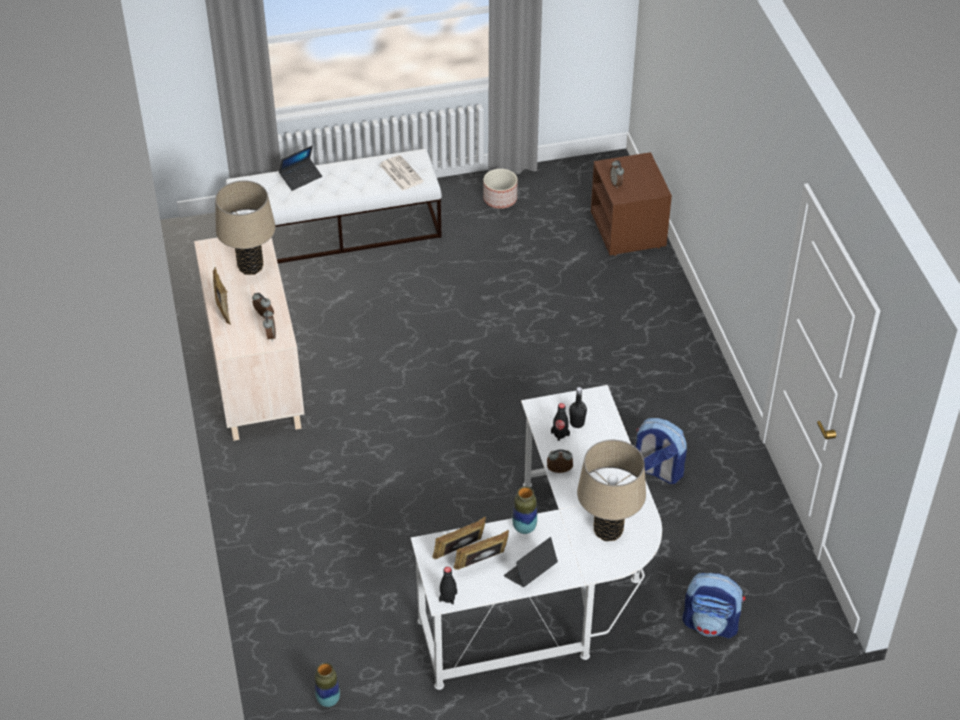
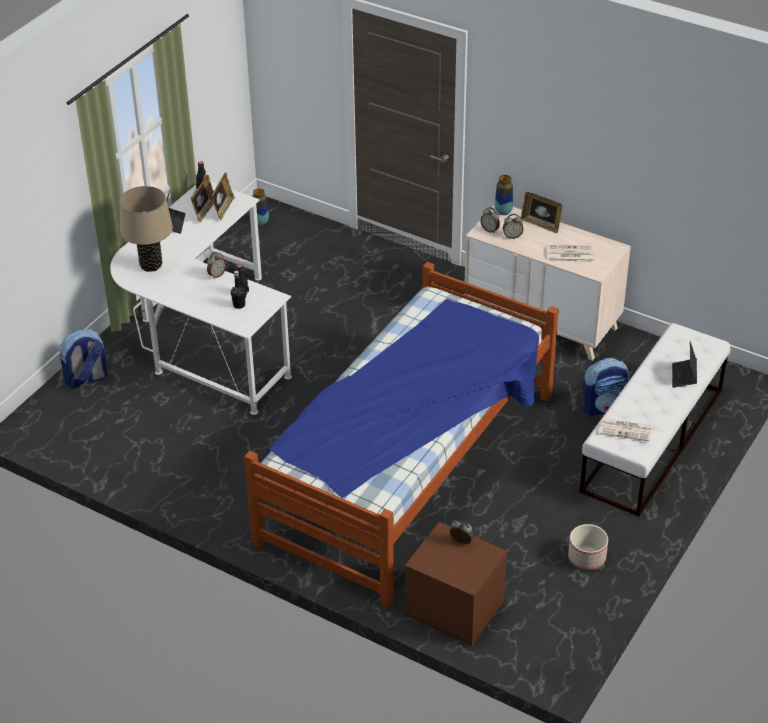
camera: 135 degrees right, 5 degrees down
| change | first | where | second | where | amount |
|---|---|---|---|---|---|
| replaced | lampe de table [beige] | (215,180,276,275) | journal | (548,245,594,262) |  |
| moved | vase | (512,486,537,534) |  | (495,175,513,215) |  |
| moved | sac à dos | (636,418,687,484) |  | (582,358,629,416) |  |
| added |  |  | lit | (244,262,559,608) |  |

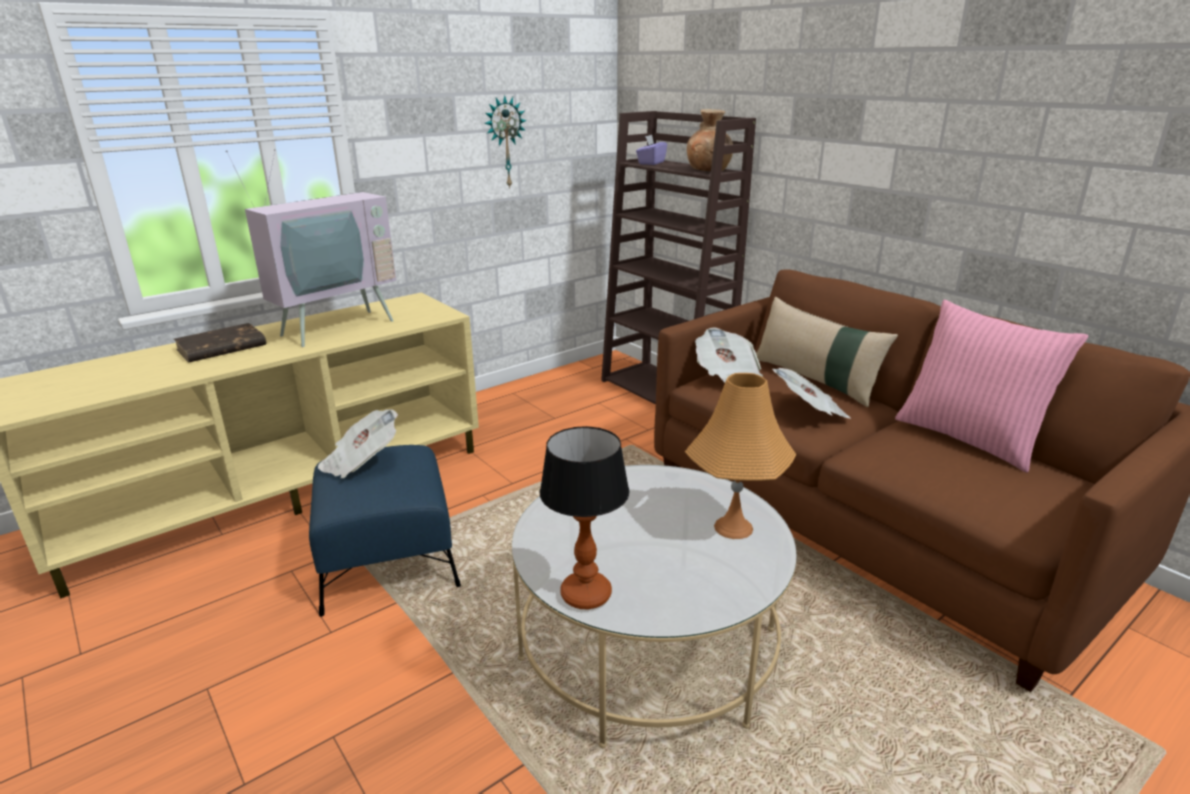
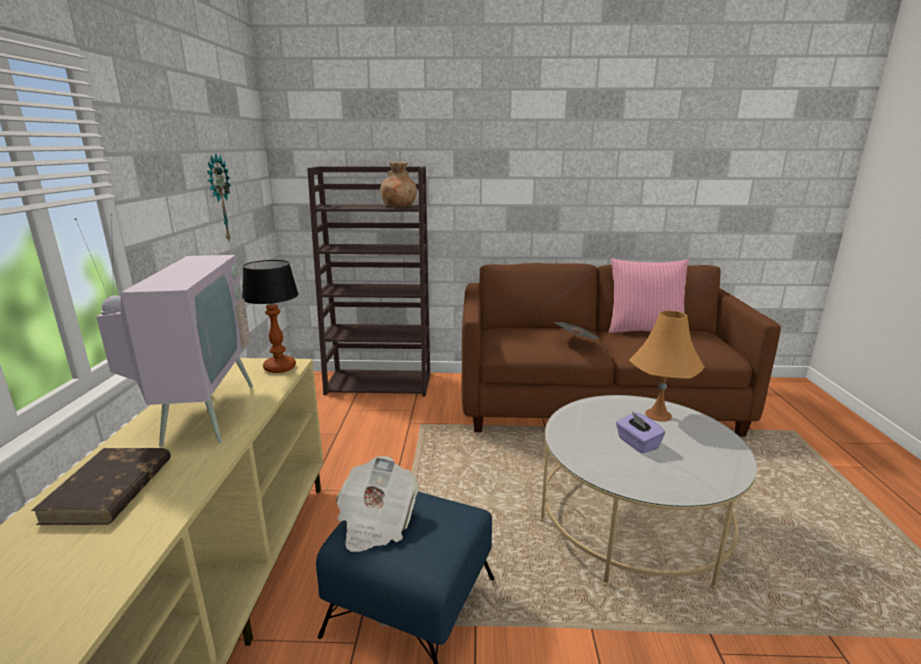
camera: 50 degrees left, 5 degrees down
| change | first | where | second | where | amount |
|---|---|---|---|---|---|
| moved | lampe de table | (540,426,629,609) |  | (242,260,299,373) |  |
| moved | boîte à mouchoirs [violet] | (636,135,667,165) |  | (616,412,665,453) |  |
| removed | journal | (695,328,763,383) |  |  |  |
| removed | coussin [beige] | (756,297,898,407) |  |  |  |

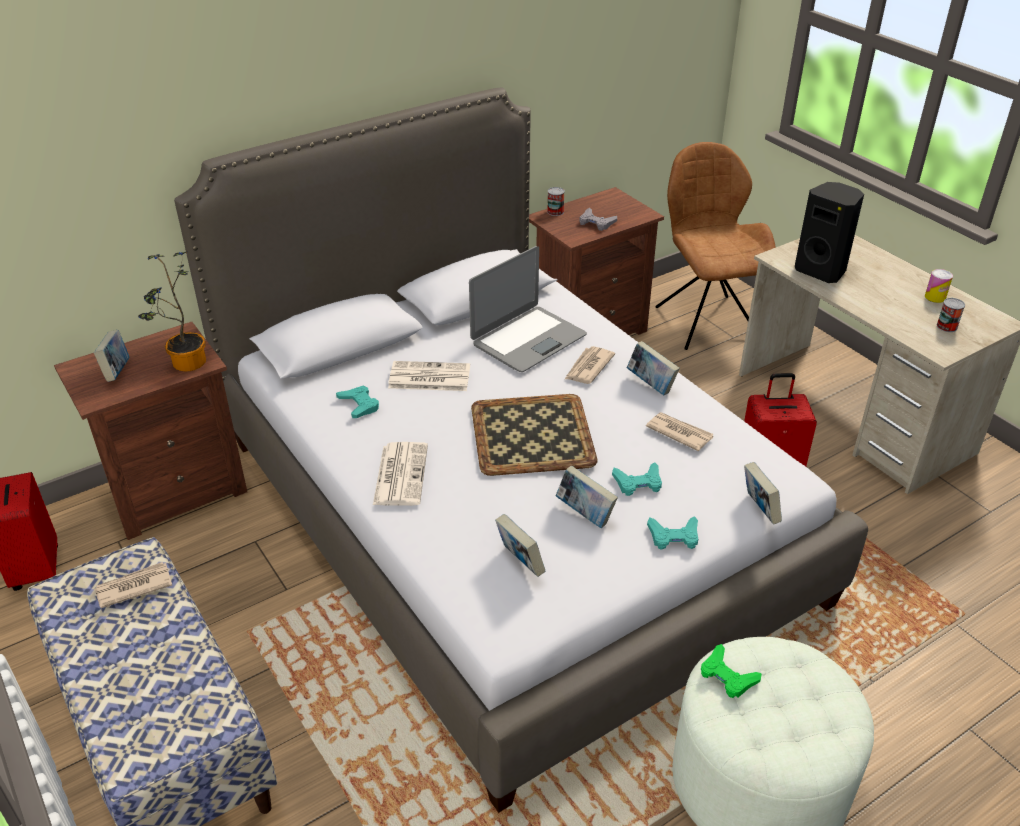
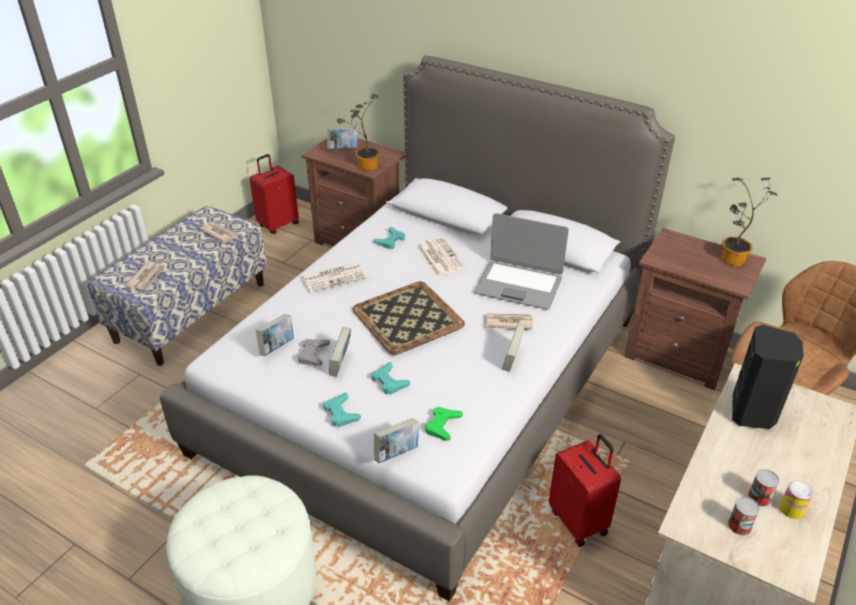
camera: 65 degrees right, 0 degrees up
| change | first | where | second | where | amount |
|---|---|---|---|---|---|
| moved | boîte métallique | (547,187,565,216) |  | (748,469,779,507) |  |
| moved | manette [gris] | (579,208,617,231) |  | (297,339,330,366) |  |
| moved | journal | (646,412,713,451) |  | (125,261,165,290) |  |
| moved | manette [vert] | (701,644,762,698) |  | (425,407,463,441) |  |
| added |  |  | plante en pot | (721,177,778,266) |  |

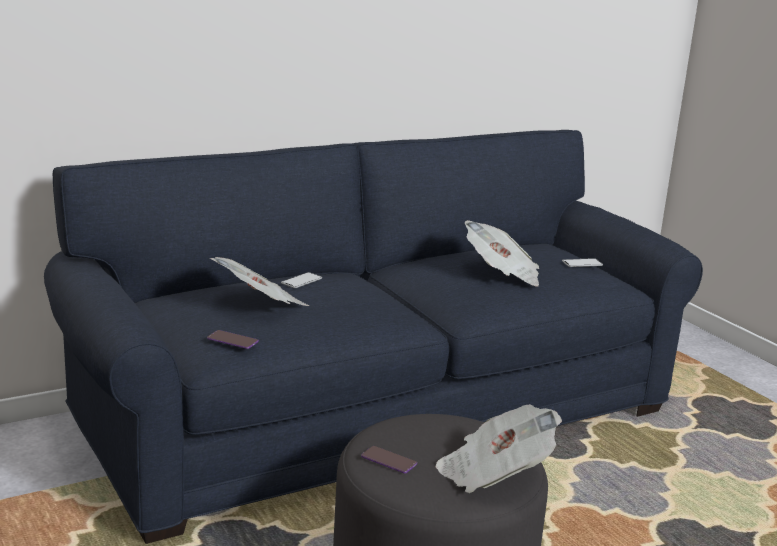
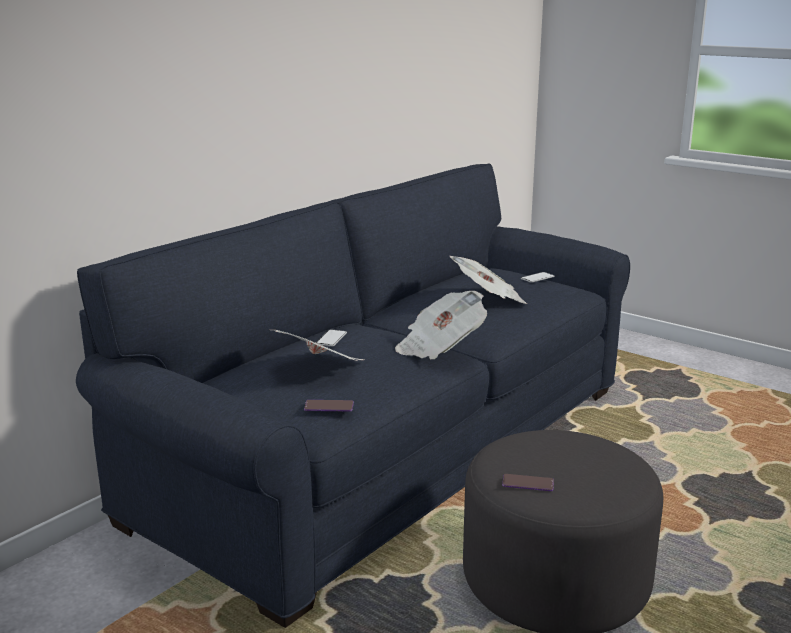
camera: 20 degrees left, 0 degrees up
| change | first | where | second | where | amount |
|---|---|---|---|---|---|
| moved | journal | (436,404,562,493) |  | (395,291,487,360) |  |

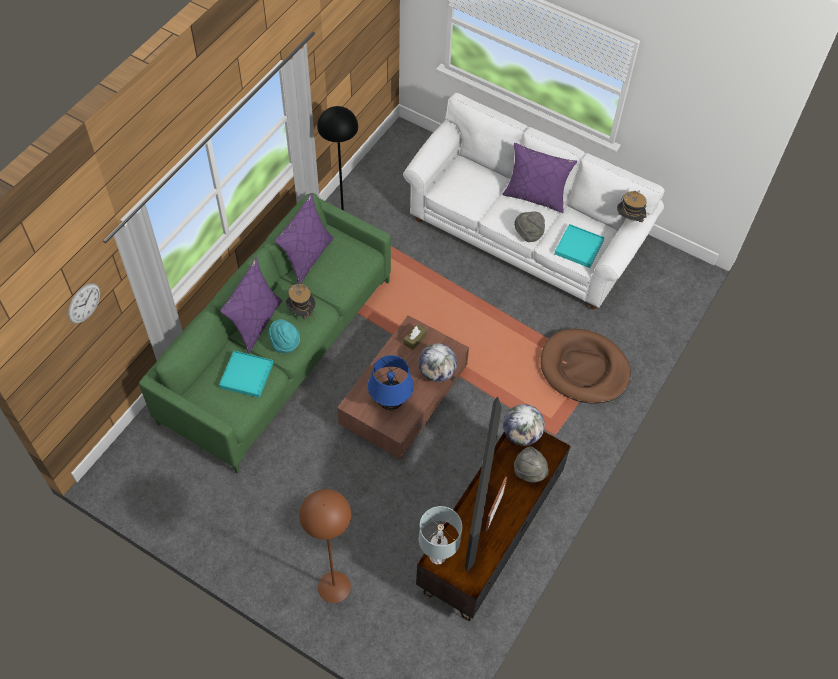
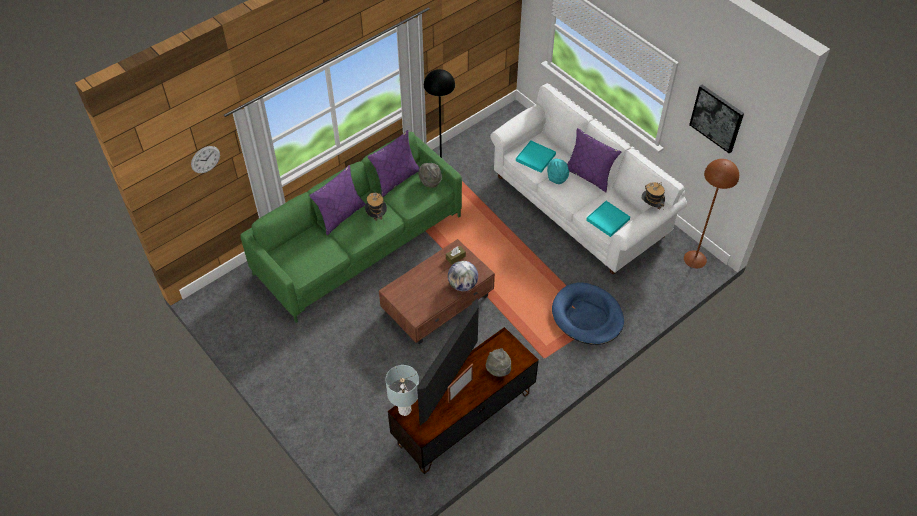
camera: 20 degrees right, 5 degrees down
| change | first | where | second | where | amount |
|---|---|---|---|---|---|
| moved | plateau [turquoise] | (219,351,273,398) |  | (516,141,556,173) |  |
| moved | chapeau [turquoise] | (268,319,300,353) |  | (547,159,569,184) |  |
| moved | lampadaire [marron] | (299,489,351,603) |  | (684,159,739,268) |  |
| removed | lampe de table [bleu] | (368,355,414,410) |  |  |  |
| removed | globe | (503,404,545,446) |  |  |  |
| moved | chapeau [gris] | (514,211,545,242) |  | (418,163,442,188) |  |
| recoloured | panier pour chien [marron] | (540,329,631,404) | panier pour chien [bleu] | (552,282,624,345) |  |
| added |  |  | tableau | (689,85,744,154) |  |

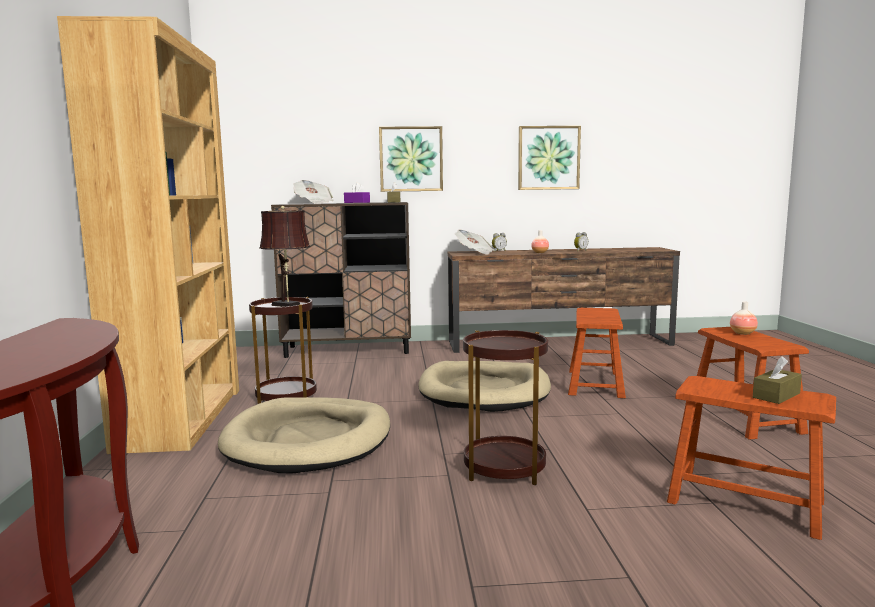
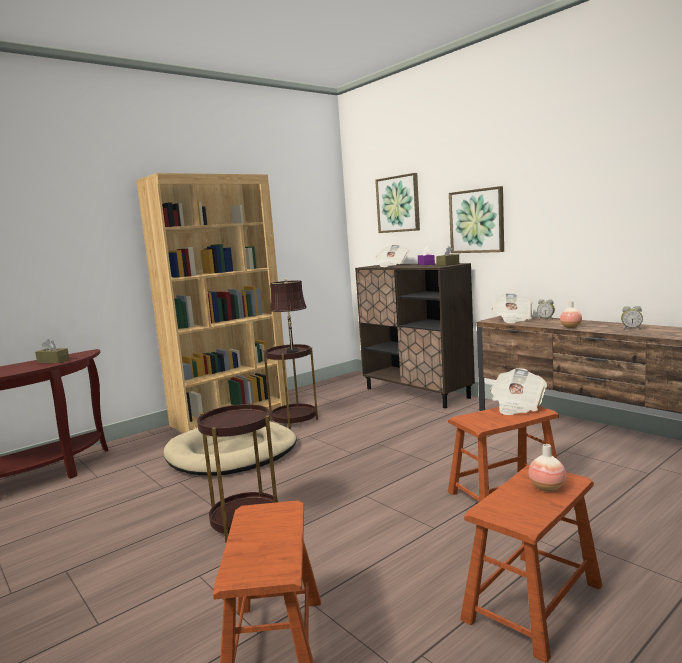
camera: 55 degrees right, 0 degrees up
| change | first | where | second | where | amount |
|---|---|---|---|---|---|
| removed | panier pour chien [beige] | (418,361,551,412) |  |  |  |
| moved | tableau | (518,126,581,190) |  | (375,173,420,233) |  |
| moved | boîte à mouchoirs [marron] | (753,356,802,404) |  | (35,339,69,363) |  |
| added |  |  | journal | (490,368,547,415) |  |

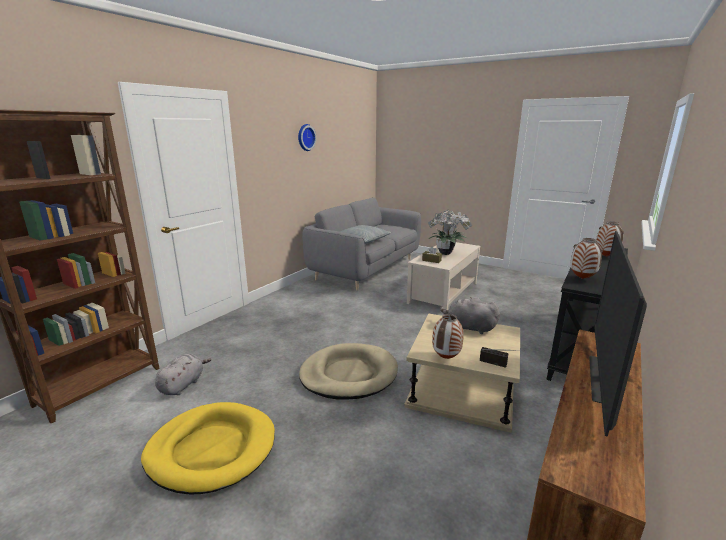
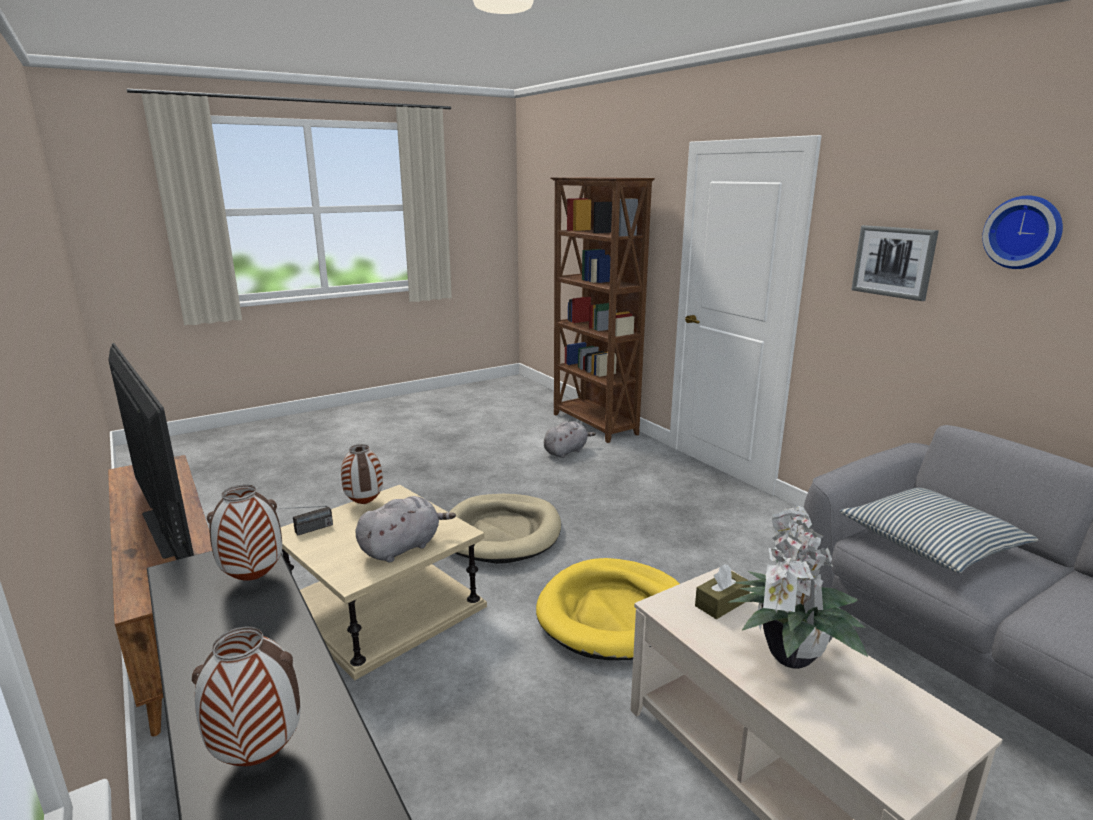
camera: 115 degrees right, 0 degrees up
| change | first | where | second | where | amount |
|---|---|---|---|---|---|
| moved | panier pour chien [jaune] | (141,402,275,494) |  | (536,558,680,660) |  |
| turned | peluche [gris] | (155,354,211,395) |  | (544,421,596,458) | 90 degrees counterclockwise |
| added |  |  | tableau | (851,225,939,301) |  |

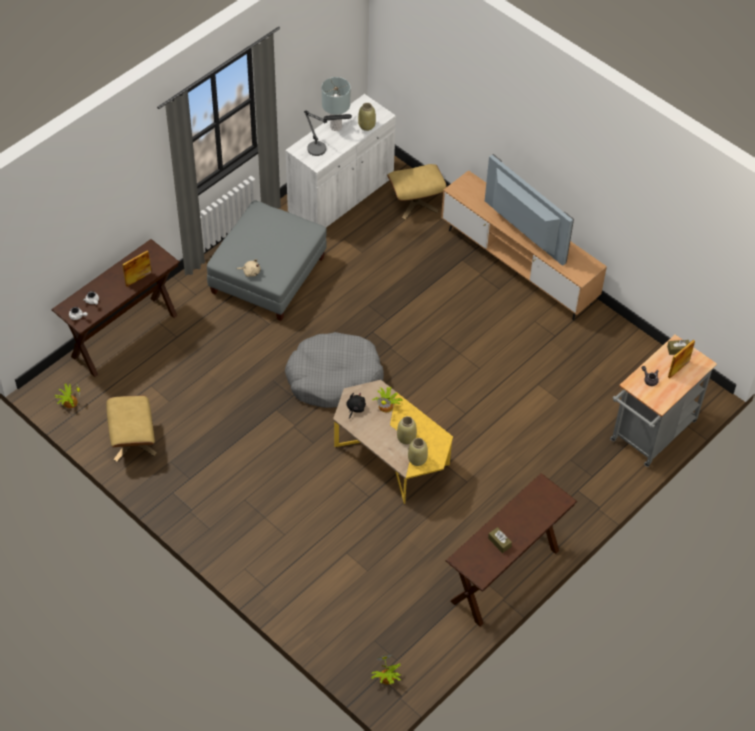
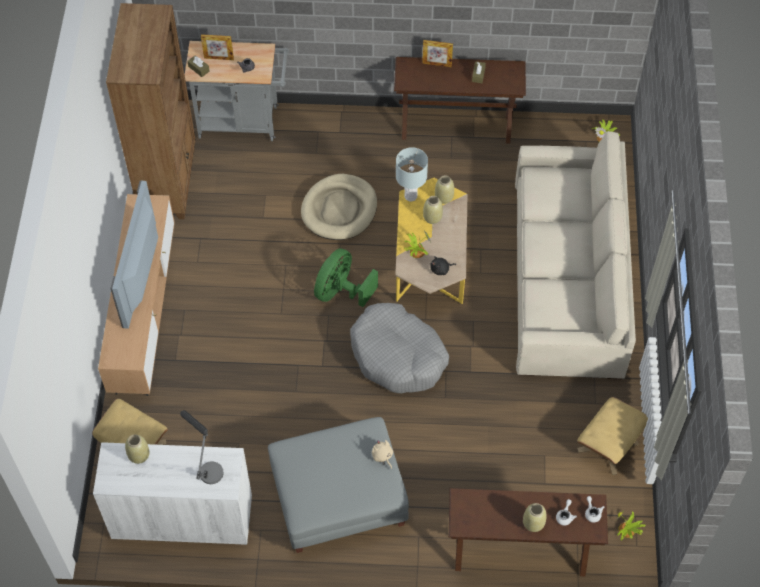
camera: 130 degrees left, 5 degrees up
| change | first | where | second | where | amount |
|---|---|---|---|---|---|
| moved | cadre photo | (122,250,152,287) |  | (422,40,453,67) |  |
| moved | lampe de table [gris] | (322,77,350,131) |  | (396,147,428,201) |  |
| added |  |  | bibliothèque [marron] | (106,3,196,219) |  |
| added |  |  | panier pour chien [beige] | (301,174,377,240) |  |
| added |  |  | ventilateur [vert] | (314,248,378,307) |  |
| added |  |  | canapé [beige] | (515,131,636,379) |  |
| added |  |  | vase [beige] | (523,503,547,532) |  |

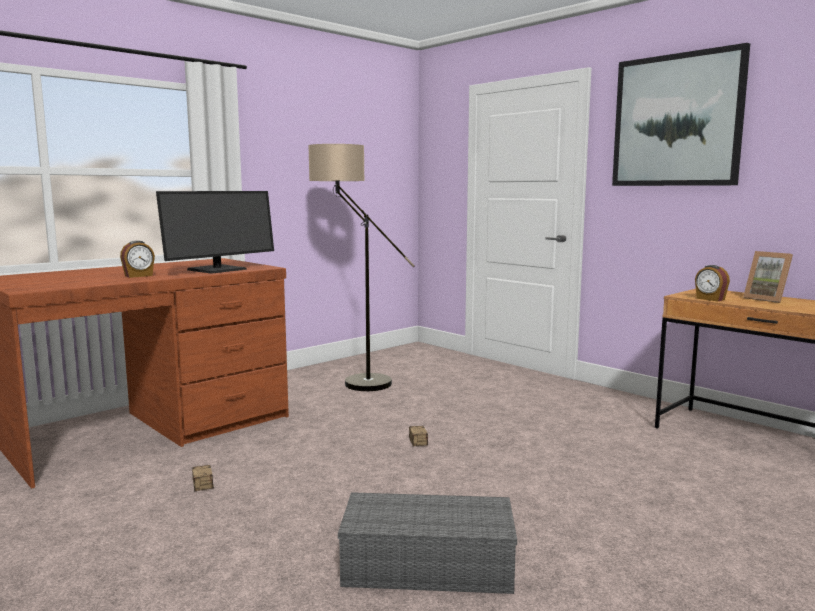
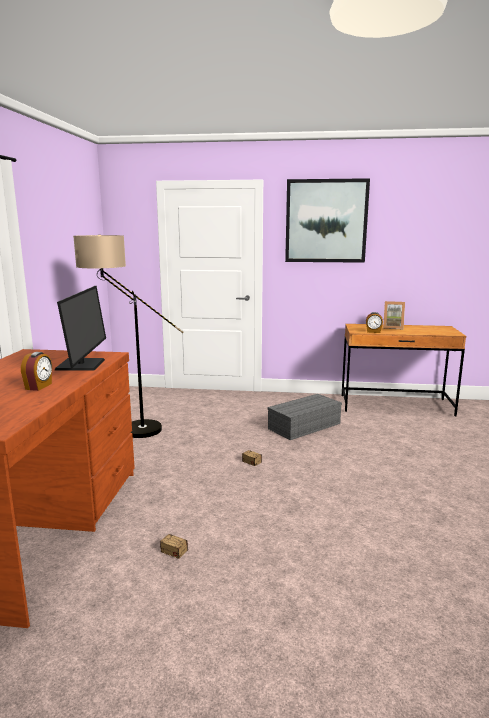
camera: 40 degrees left, 5 degrees up
| change | first | where | second | where | amount |
|---|---|---|---|---|---|
| moved | boîte de rangement [gris] | (338,492,517,594) |  | (267,394,342,440) |  |

